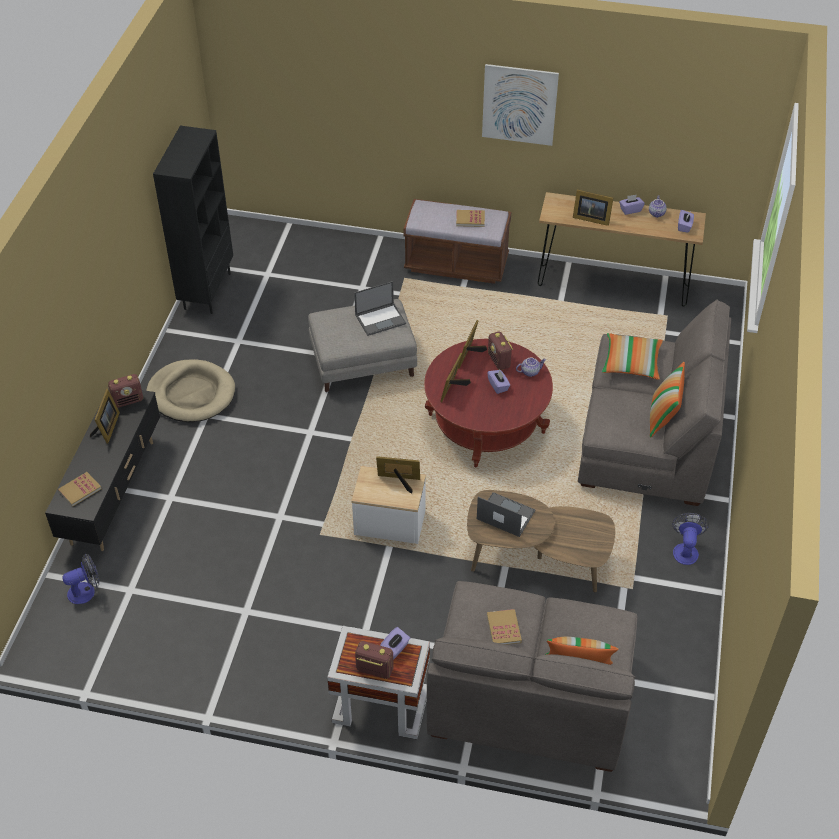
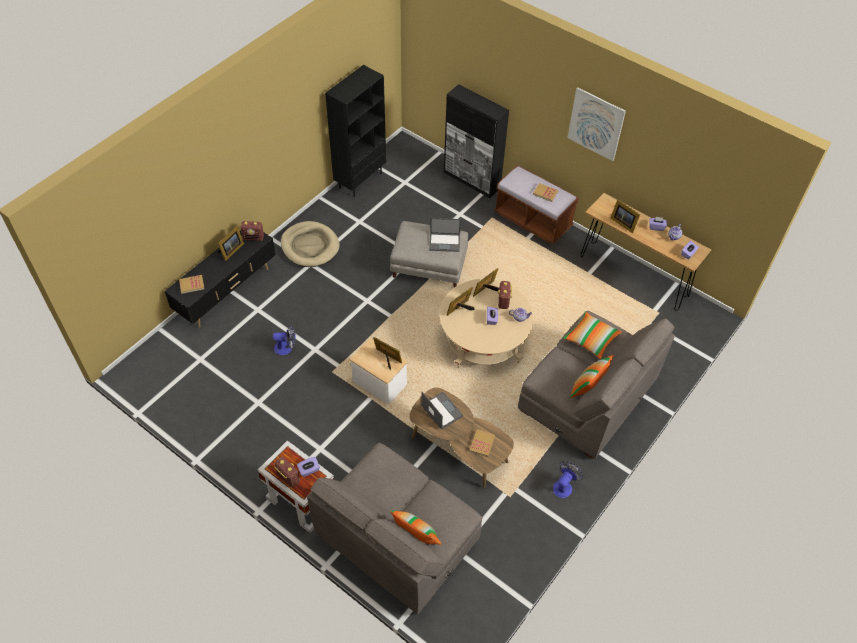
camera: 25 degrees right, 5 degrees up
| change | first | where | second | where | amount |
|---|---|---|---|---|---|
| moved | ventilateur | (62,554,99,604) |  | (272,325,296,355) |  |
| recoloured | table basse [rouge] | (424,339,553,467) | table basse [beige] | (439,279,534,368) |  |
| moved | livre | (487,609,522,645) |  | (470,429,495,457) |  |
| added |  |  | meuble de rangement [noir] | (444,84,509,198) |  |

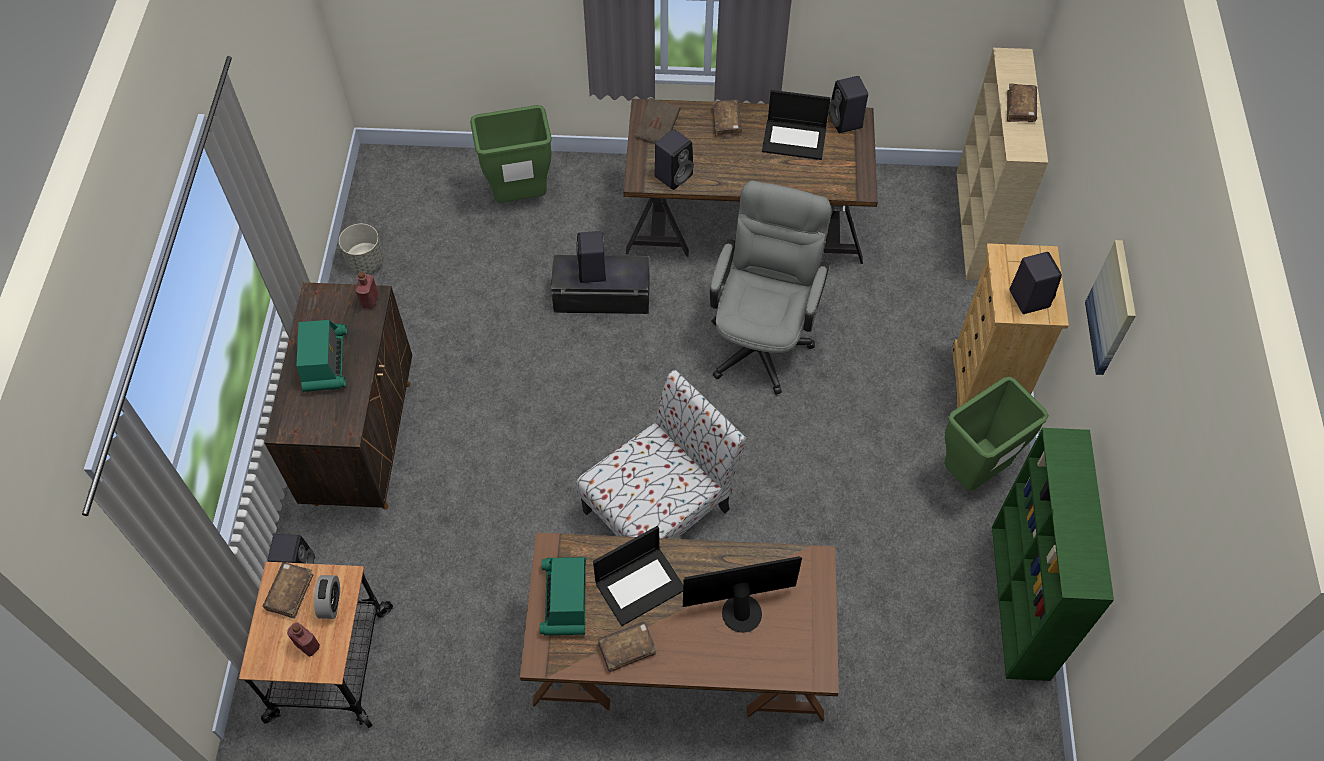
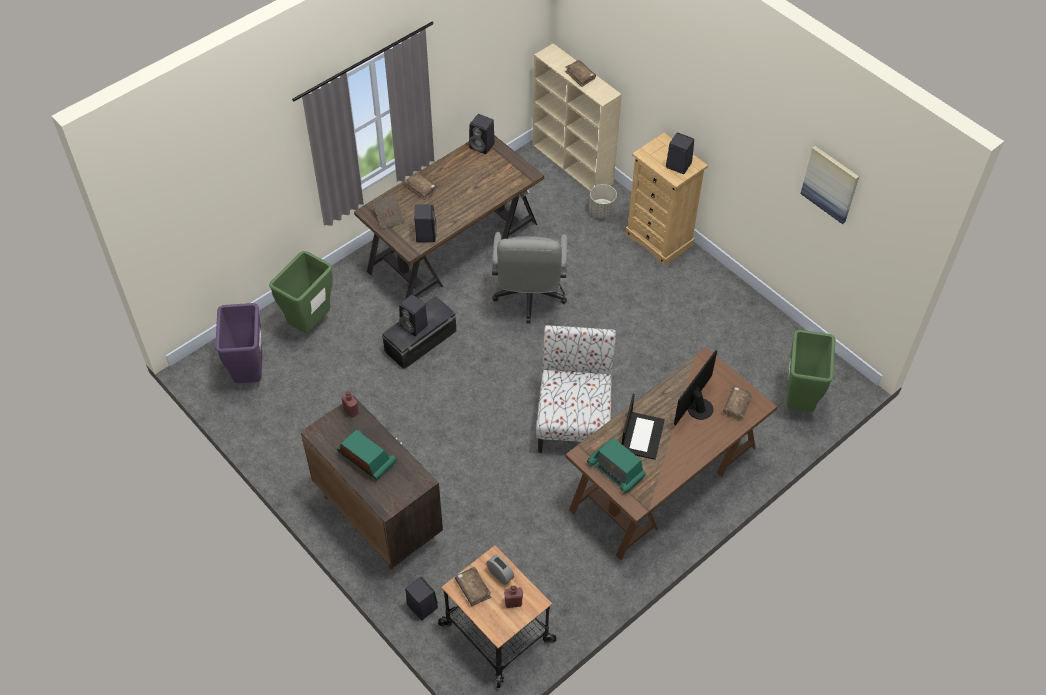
camera: 45 degrees left, 5 degrees down
| change | first | where | second | where | amount |
|---|---|---|---|---|---|
| moved | cache-pot [gris] | (339,224,384,273) |  | (589,184,617,219) |  |
| moved | livre [marron] | (598,621,657,673) |  | (723,386,753,421) |  |
| turned | chaise de bureau [gris] | (710,180,832,395) |  | (492,232,568,323) | 150 degrees counterclockwise |
| removed | ordinateur portable | (762,90,831,160) |  |  |  |
| moved | poubelle [vert] | (944,376,1049,491) |  | (786,330,835,412) |  |
| removed | bibliothèque [vert] | (992,428,1114,681) |  |  |  |
| moved | tableau | (1085,240,1136,375) |  | (800,146,859,224) |  |
| added |  |  | poubelle [violet] | (215,303,262,383) |  |

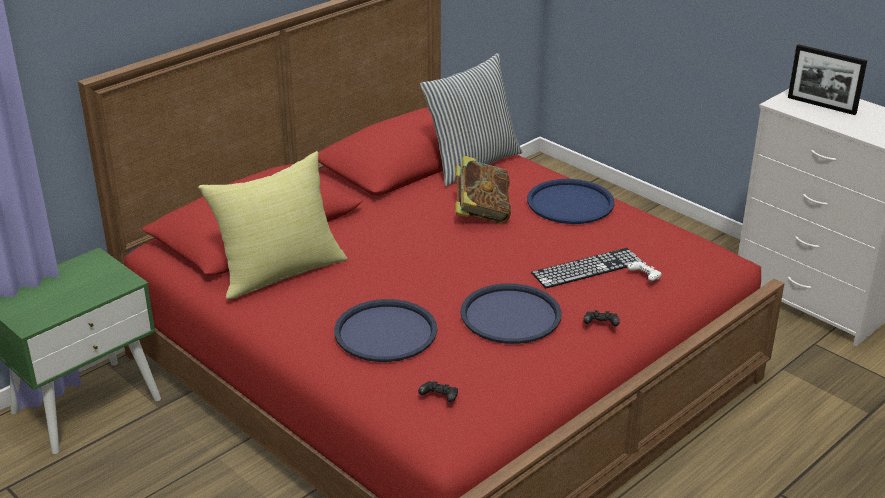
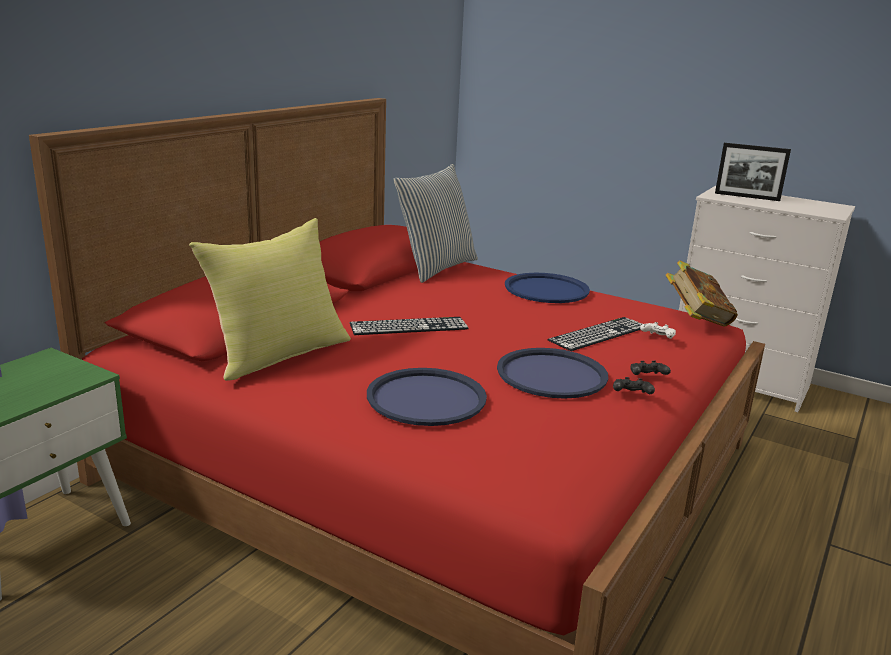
camera: 15 degrees left, 10 degrees down
| change | first | where | second | where | amount |
|---|---|---|---|---|---|
| moved | manette [noir] | (418,381,458,402) |  | (613,377,655,394) |  |
| moved | livre | (455,155,511,224) |  | (666,260,738,327) |  |
| added |  |  | clavier | (350,317,469,335) |  |

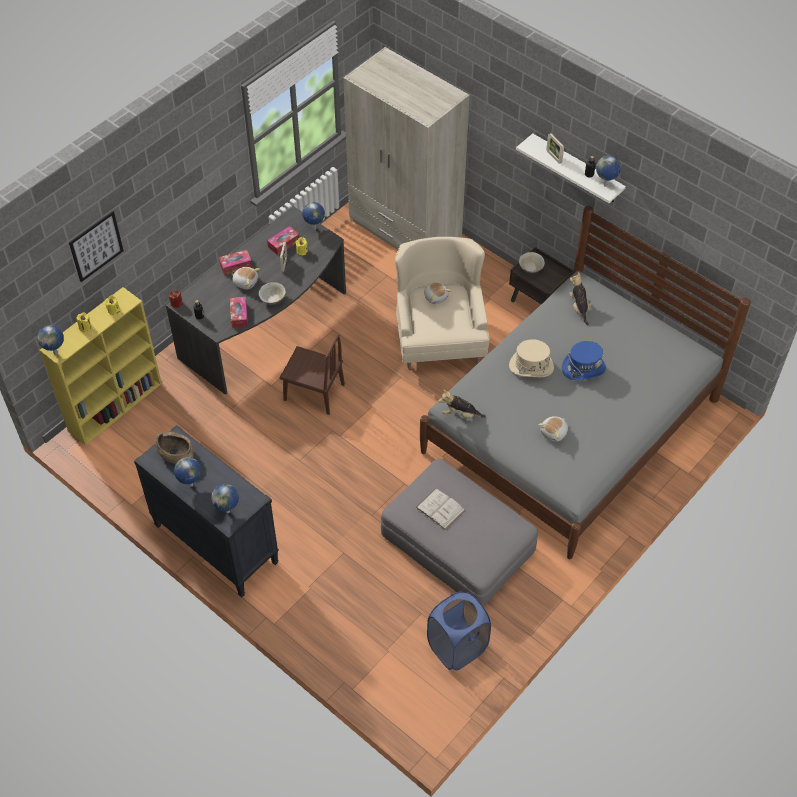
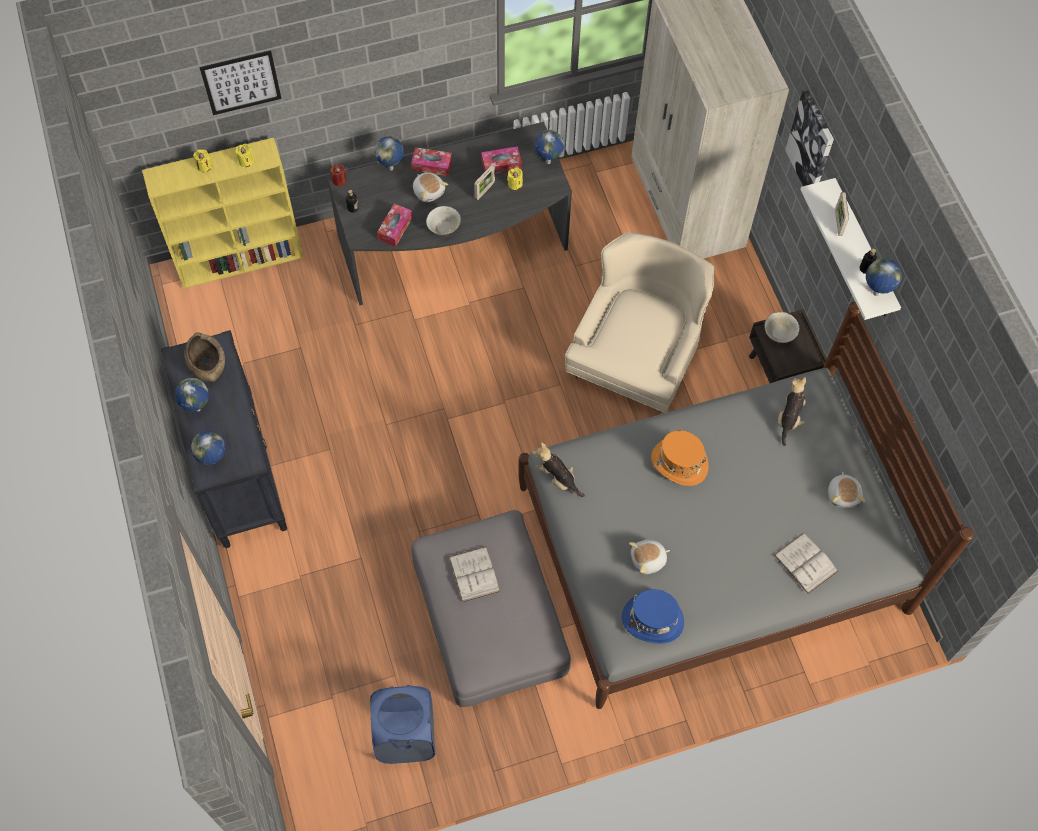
camera: 30 degrees right, 10 degrees up
| change | first | where | second | where | amount |
|---|---|---|---|---|---|
| moved | globe | (38,325,64,355) |  | (374,136,404,171) |  |
| removed | chaise [marron] | (280,334,345,415) |  |  |  |
| moved | peluche | (424,282,451,304) |  | (828,472,865,508) |  |
| recoloured | chapeau [beige] | (509,339,554,377) | chapeau [orange] | (651,430,709,486) |  |
| moved | chapeau [bleu] | (562,341,606,380) |  | (622,589,684,644) |  |
| added |  |  | livre [blanc] | (774,532,838,594) |  |
| added |  |  | tableau | (785,89,834,186) |  |

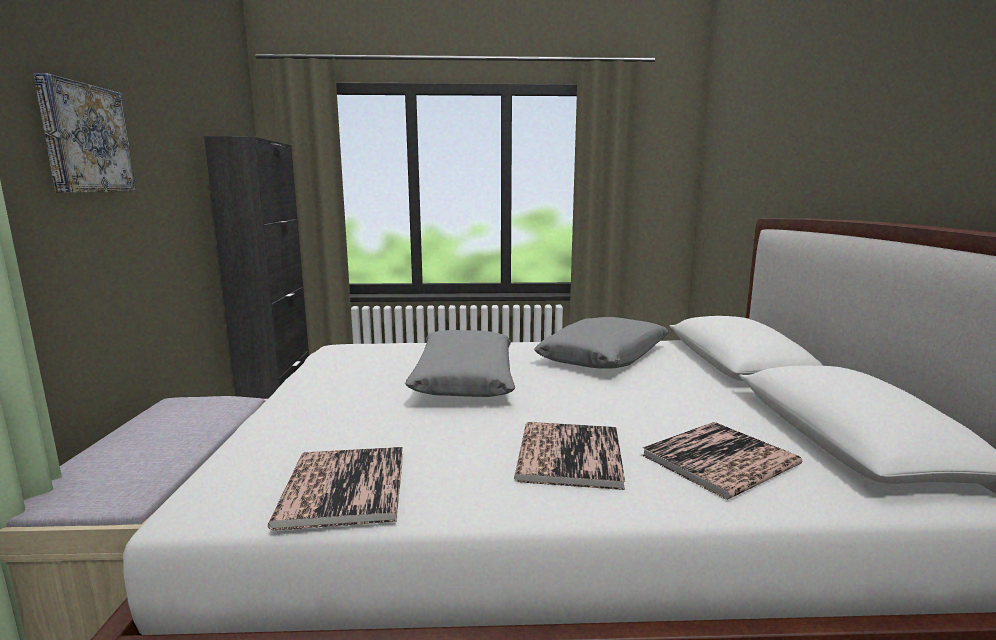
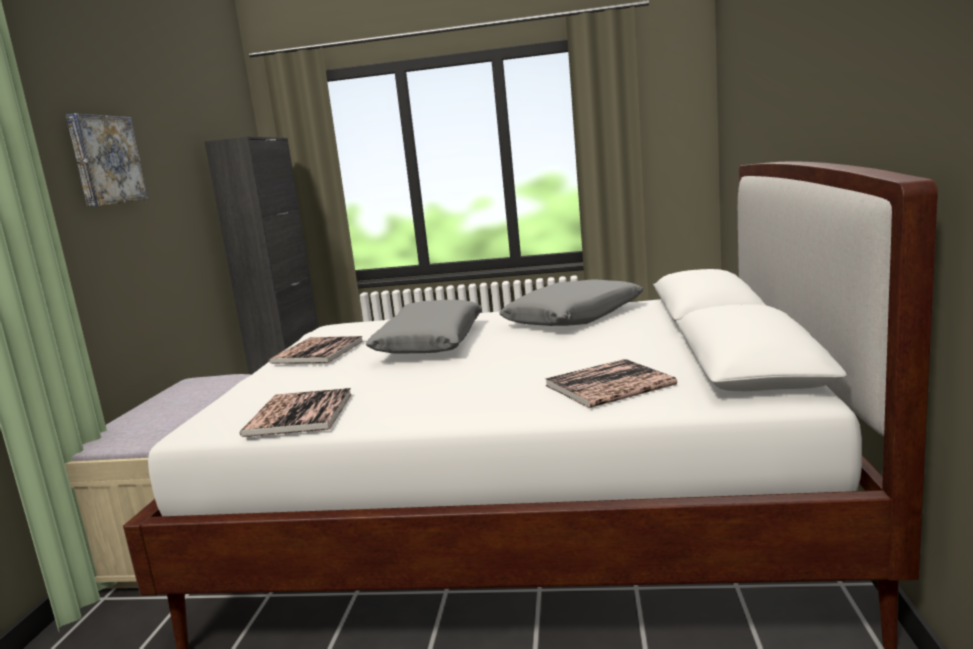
camera: 10 degrees right, 0 degrees up
| change | first | where | second | where | amount |
|---|---|---|---|---|---|
| moved | livre | (514,422,625,490) |  | (269,336,363,364) |  |

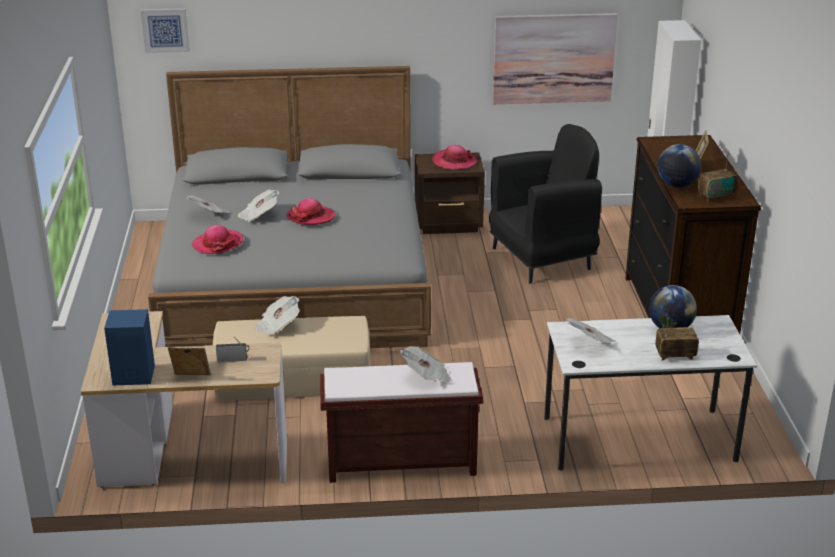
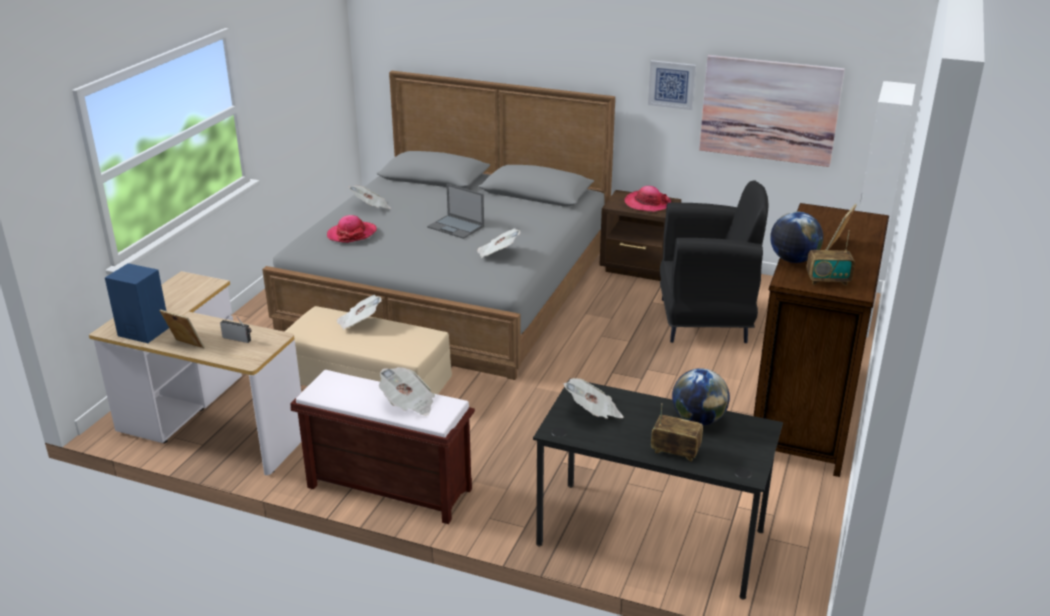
camera: 25 degrees right, 0 degrees up
| change | first | where | second | where | amount |
|---|---|---|---|---|---|
| moved | tableau | (141,9,189,53) |  | (648,60,696,110) |  |
| moved | journal | (238,190,279,222) |  | (477,228,520,258) |  |
| replaced | chapeau | (286,198,336,225) | ordinateur portable | (427,184,484,239) |  |
| recoloured | bureau [blanc] | (544,315,757,470) | bureau [noir] | (533,379,783,600) |  |

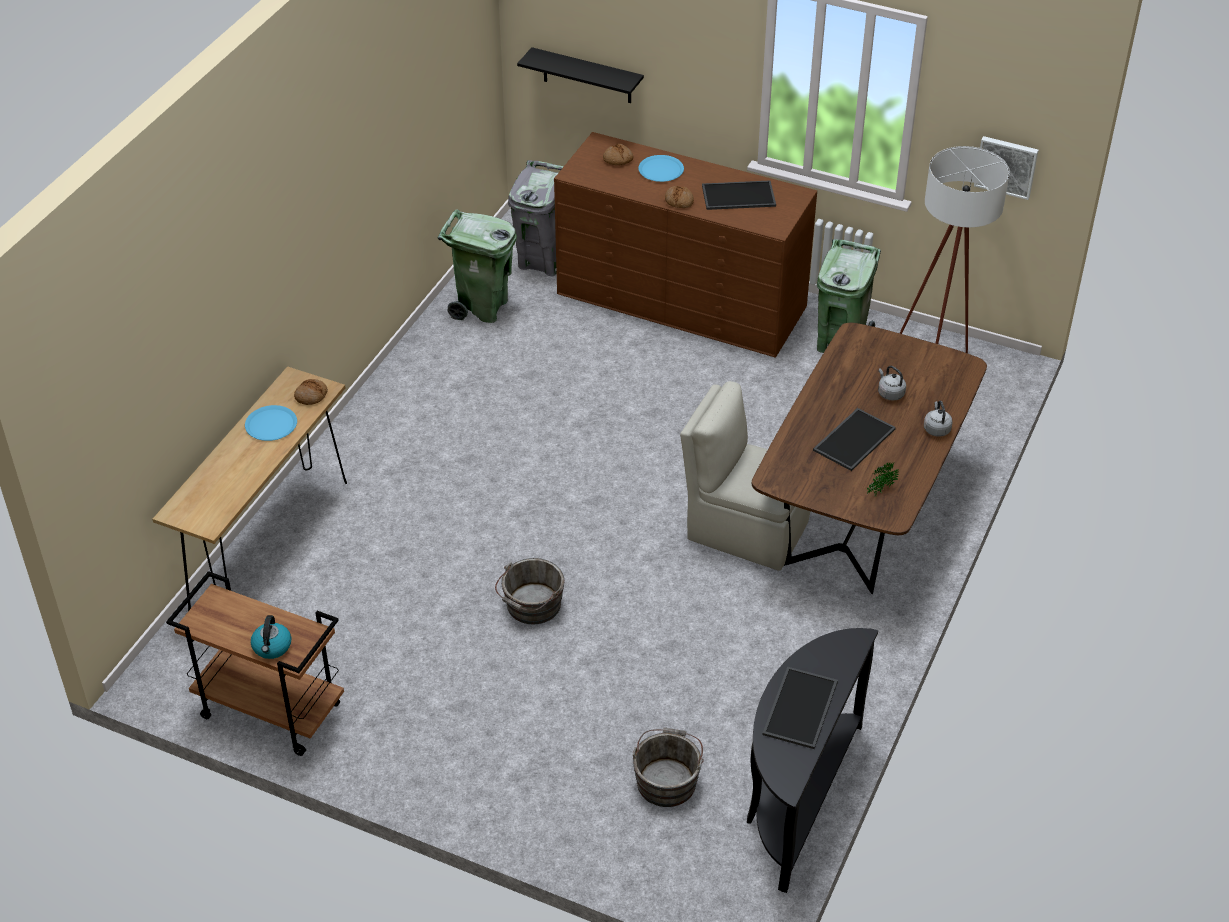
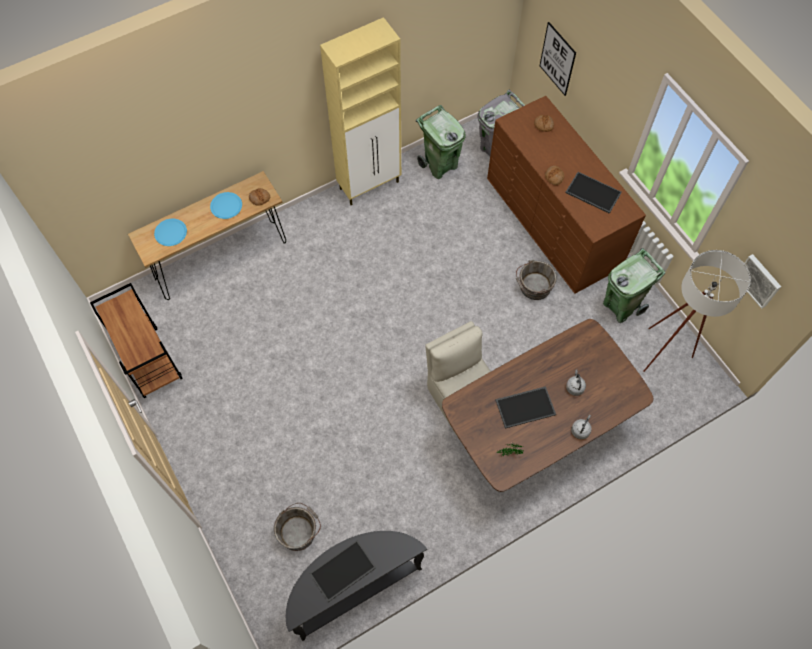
camera: 35 degrees right, 20 degrees up
| change | first | where | second | where | amount |
|---|---|---|---|---|---|
| removed | bouilloire | (251,615,291,659) |  |  |  |
| moved | seau [gris] | (495,558,565,624) |  | (516,259,557,300) |  |
| replaced | étagère [noir] | (517,47,644,103) | tableau | (540,22,576,96) |  |
| moved | assiette [bleu] | (638,155,684,182) |  | (154,219,187,246) |  |
| added |  |  | meuble de rangement [beige] | (320,17,401,205) |  |

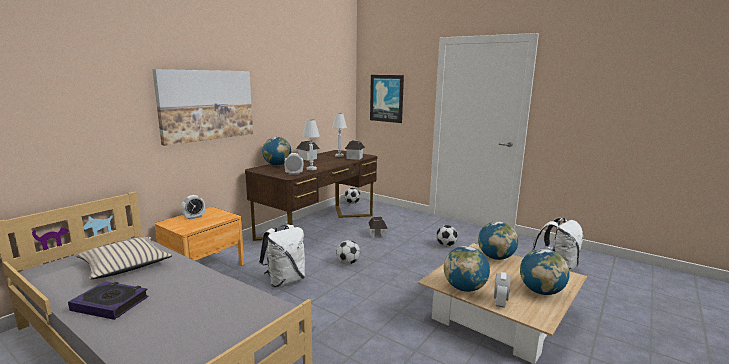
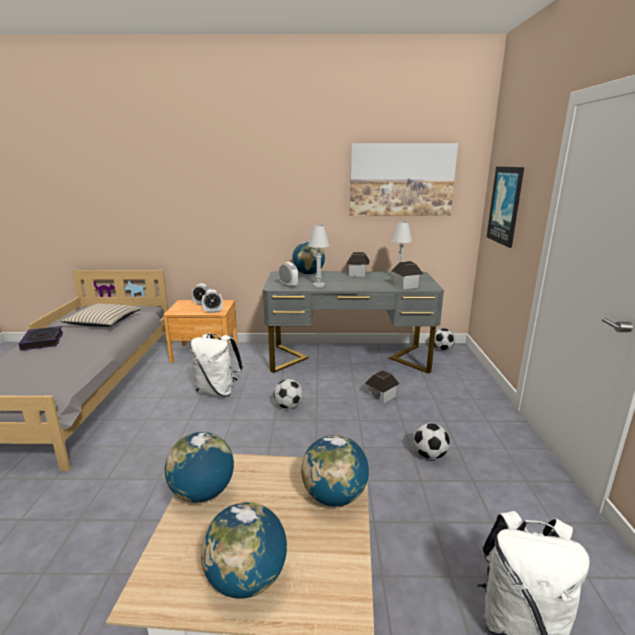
camera: 55 degrees right, 5 degrees up
| change | first | where | second | where | amount |
|---|---|---|---|---|---|
| moved | tableau | (152,69,253,146) |  | (350,143,458,216) |  |
| recoloured | bureau [marron] | (245,150,377,241) | bureau [gris] | (263,271,444,374) |  |
| moved | réveil | (494,272,510,308) |  | (202,290,223,313) |  |

